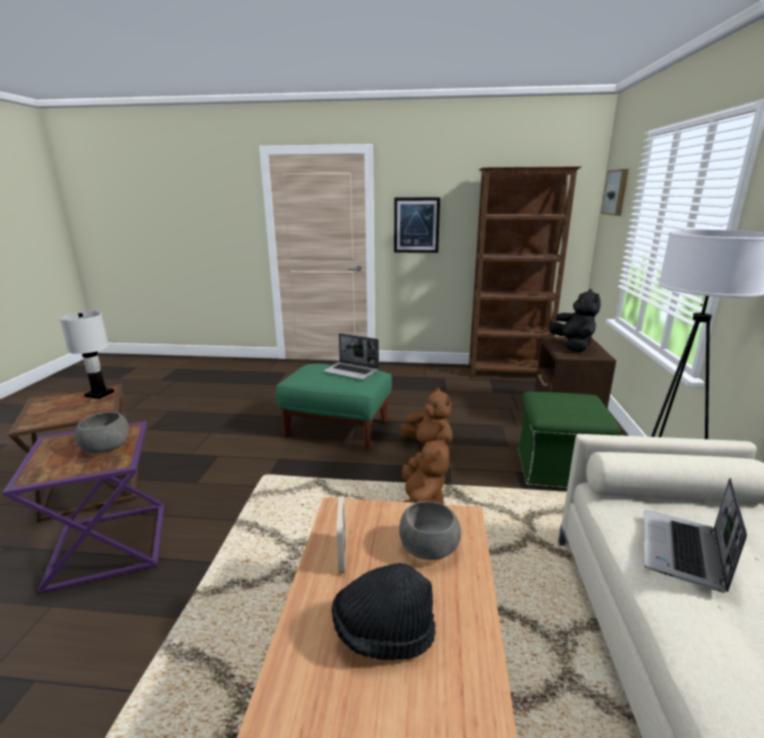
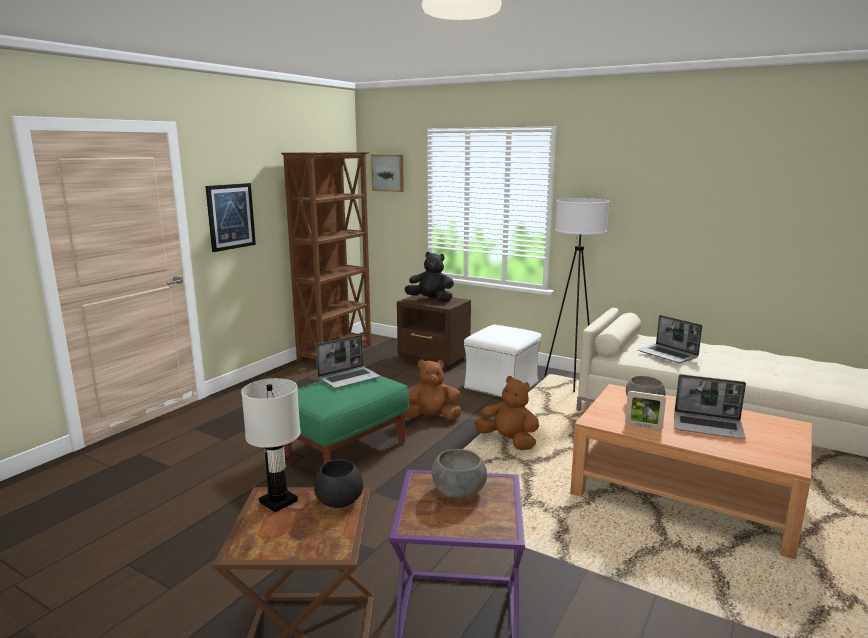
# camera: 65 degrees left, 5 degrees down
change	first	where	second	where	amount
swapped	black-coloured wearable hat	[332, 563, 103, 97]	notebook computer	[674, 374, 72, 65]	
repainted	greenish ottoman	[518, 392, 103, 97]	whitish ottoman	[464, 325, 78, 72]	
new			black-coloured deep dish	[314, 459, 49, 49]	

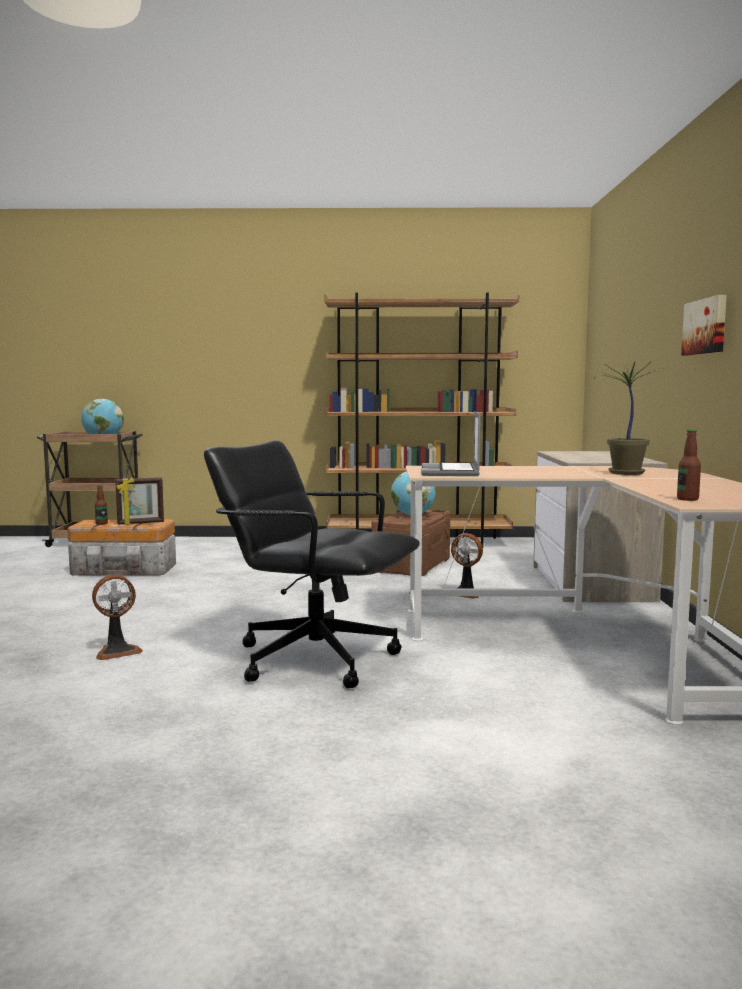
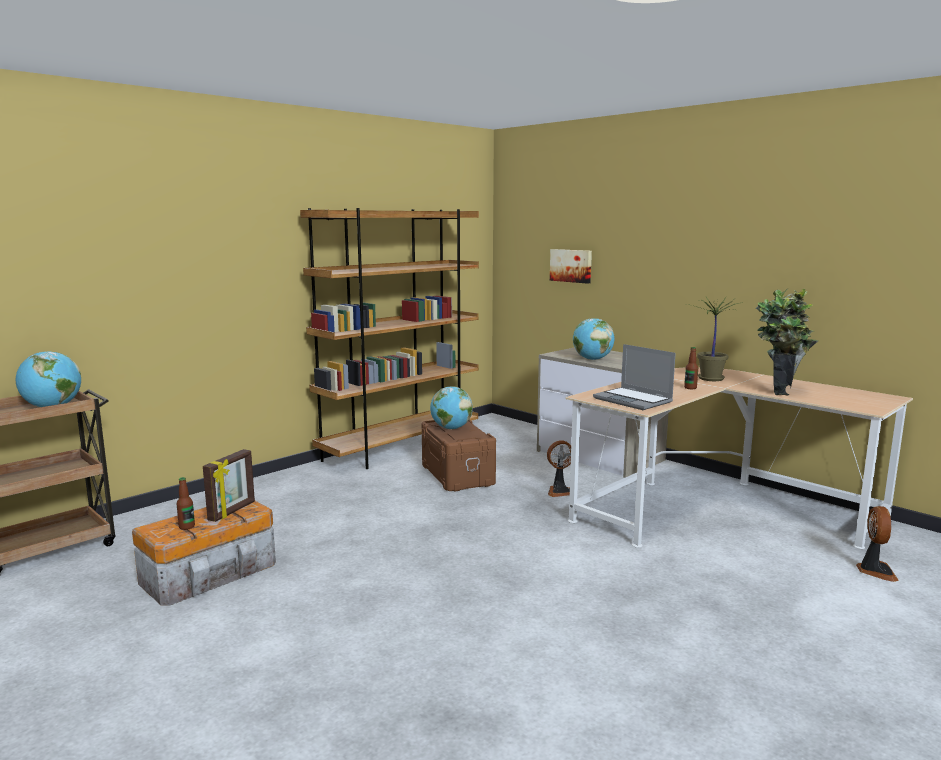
# camera: 45 degrees left, 5 degrees up
change	first	where	second	where	amount
shifted	electric fan	[92, 574, 51, 86]		[856, 506, 43, 76]	
gone	black-coloured office chair	[204, 440, 216, 248]			
shifted	beverage bottle	[677, 429, 24, 72]		[684, 347, 14, 42]	
shifted	wall art	[681, 295, 46, 60]		[550, 249, 42, 35]	
new			world globe	[573, 318, 41, 42]	
new			houseplant	[756, 288, 62, 108]	

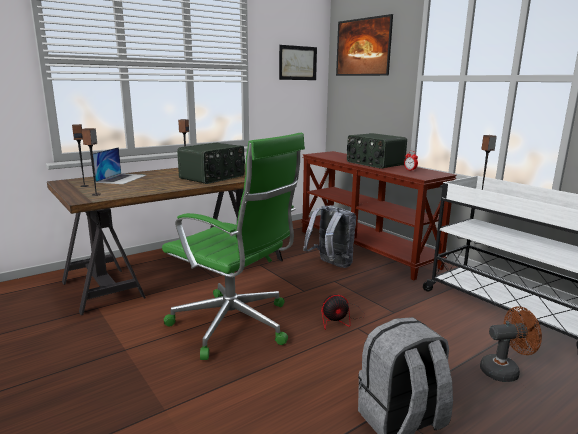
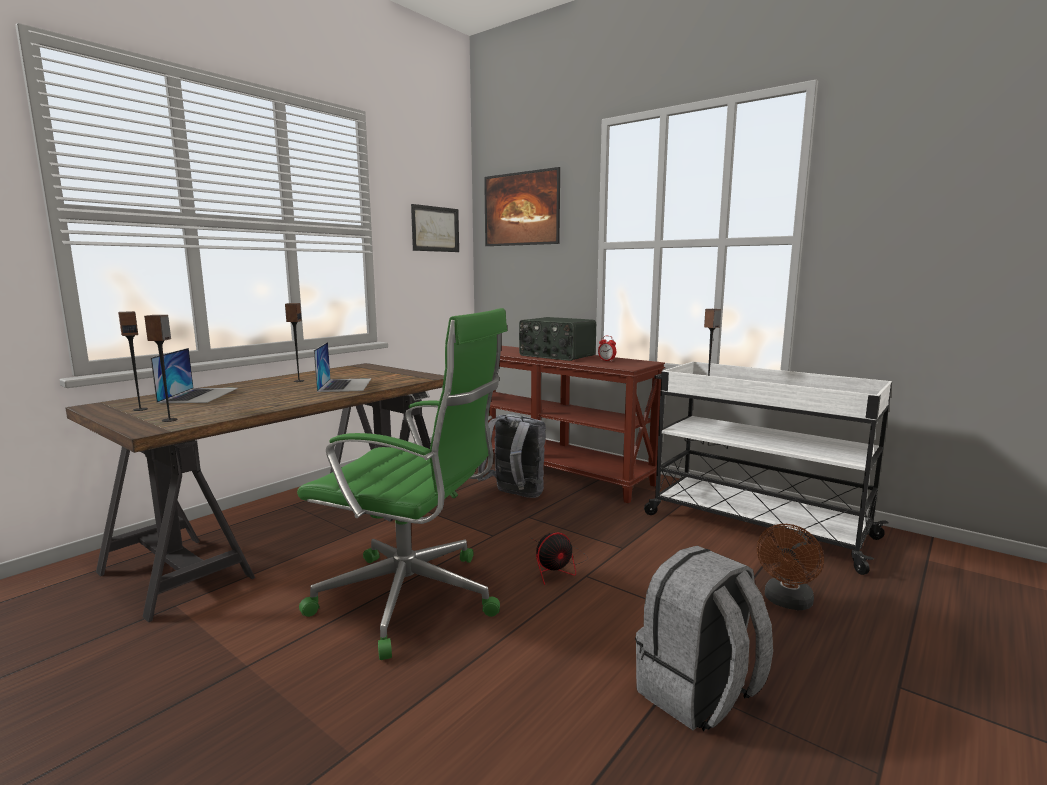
# camera: 15 degrees left, 5 degrees down
change	first	where	second	where	amount
swapped	radio set	[177, 143, 68, 41]	notebook computer	[314, 342, 57, 50]	
rotated	brownish electric fan	[480, 306, 62, 76]		[757, 524, 67, 86]	150 degrees clockwise

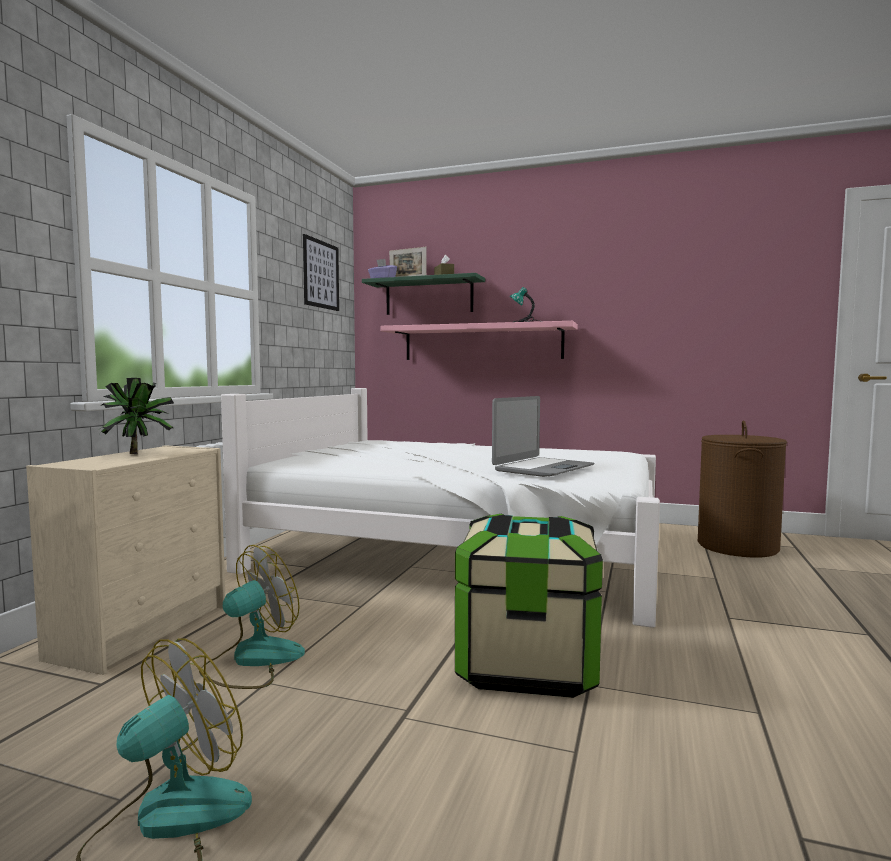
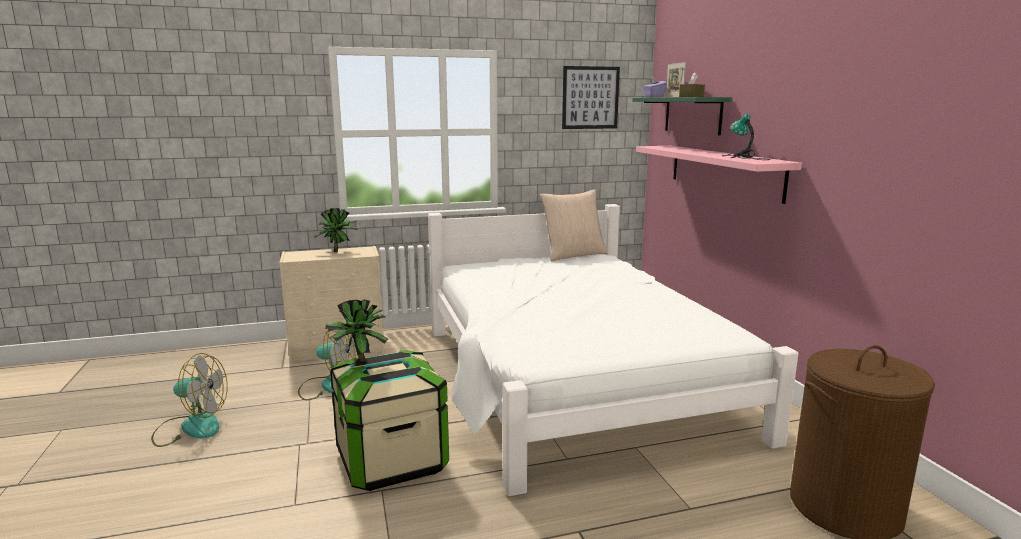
# camera: 55 degrees right, 10 degrees up
change	first	where	second	where	amount
gone	notebook computer	[492, 396, 102, 81]			
new			houseplant	[325, 300, 62, 62]	
new			beige pillow	[540, 189, 68, 73]	

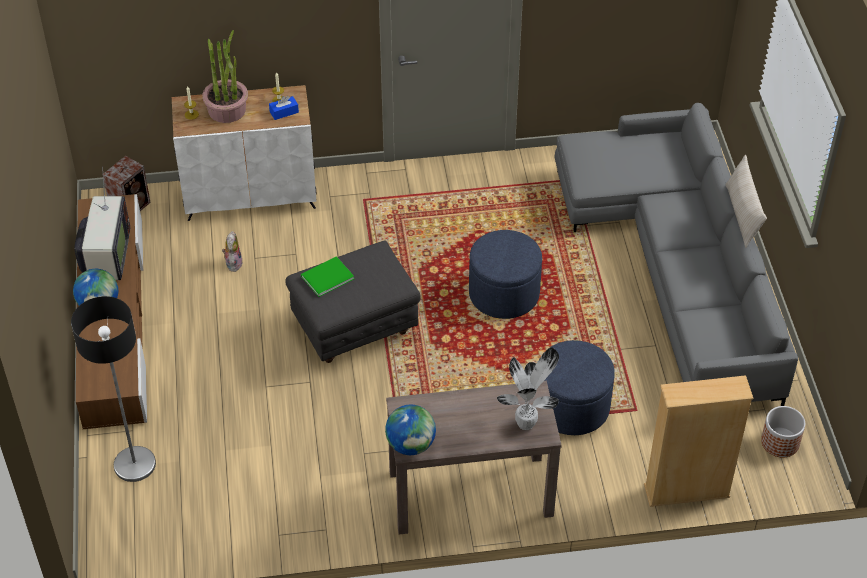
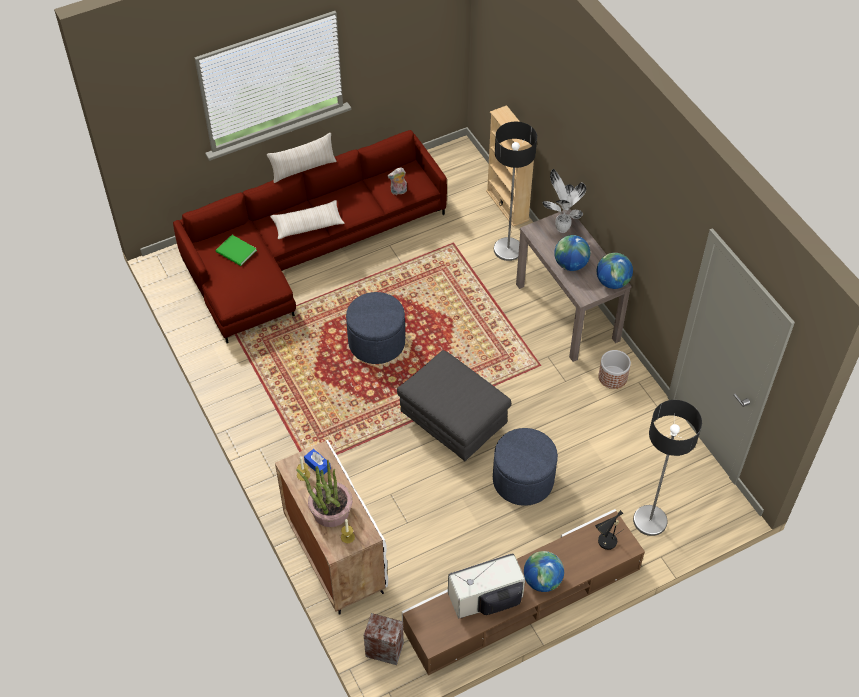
# camera: 110 degrees left, 5 degrees up
change	first	where	second	where	amount
shifted	plush toy	[222, 231, 21, 41]		[388, 167, 19, 28]	
shifted	greenish book	[301, 256, 53, 41]		[216, 235, 41, 31]	
shifted	bluish ottoman	[542, 340, 73, 95]		[493, 428, 65, 78]	
repainted	gray sofa	[555, 103, 243, 303]	red-coloured sofa	[173, 130, 274, 213]	
shifted	plant pot	[761, 406, 44, 51]		[598, 350, 33, 39]	
new			beige pillow	[270, 200, 75, 39]	
new			floor lamp	[494, 122, 43, 139]	
new			world globe	[554, 235, 36, 36]	
new			black-coloured table lamp	[595, 510, 29, 40]	

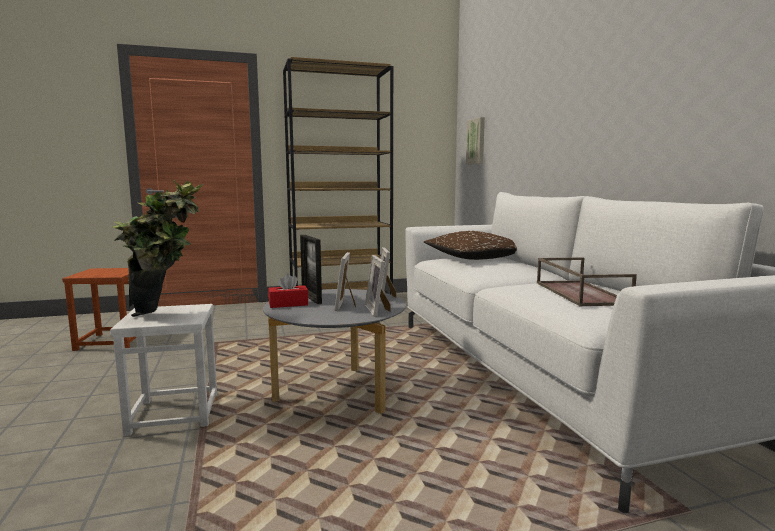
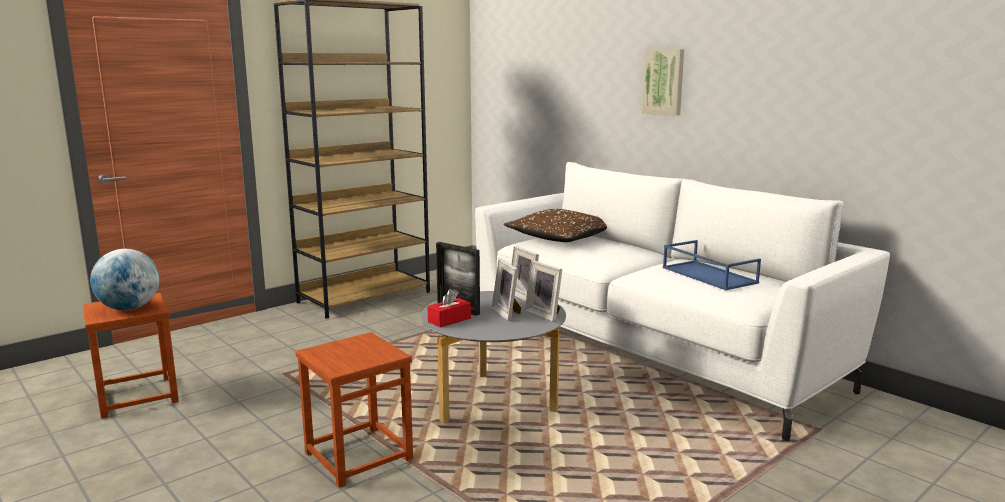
# camera: 25 degrees left, 5 degrees up
change	first	where	second	where	amount
repainted	whitish stool seat	[110, 304, 107, 132]	brownish stool seat	[295, 332, 118, 156]	
gone	houseplant	[113, 180, 90, 137]			
shifted	wall art	[466, 117, 19, 48]		[642, 49, 42, 67]	
repainted	brownish tray	[537, 257, 100, 49]	bluish tray	[663, 240, 98, 50]	
new			world globe	[90, 249, 69, 62]	

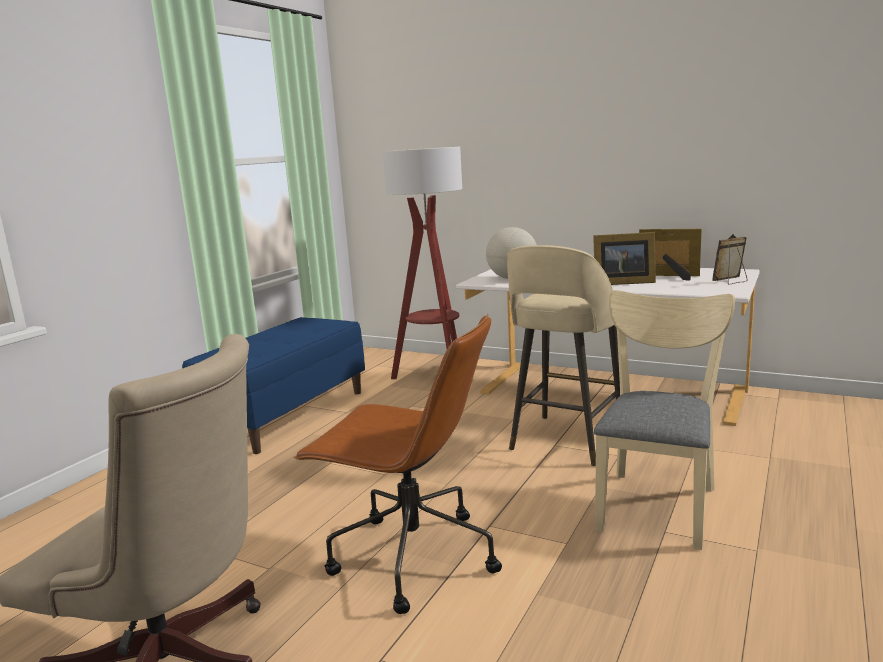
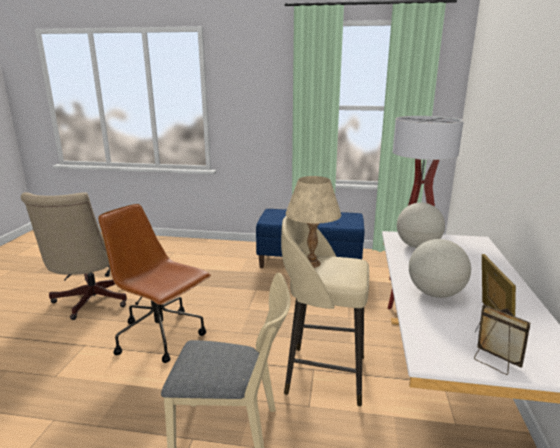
# camera: 70 degrees right, 5 degrees up
change	first	where	second	where	amount
rotated	brownish office chair	[294, 314, 208, 300]		[98, 204, 113, 159]	120 degrees clockwise
swapped	picture frame	[593, 232, 63, 53]	world globe	[409, 239, 62, 59]	
new			beige table lamp	[286, 176, 55, 92]	

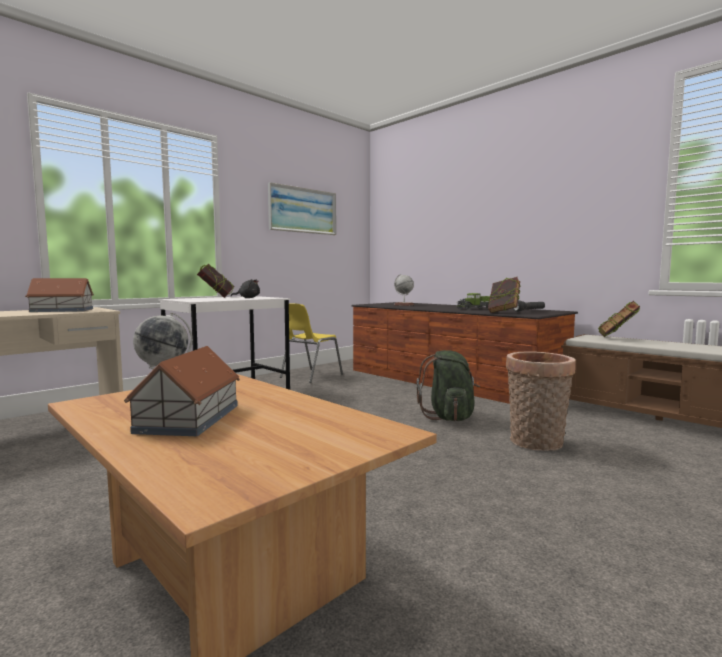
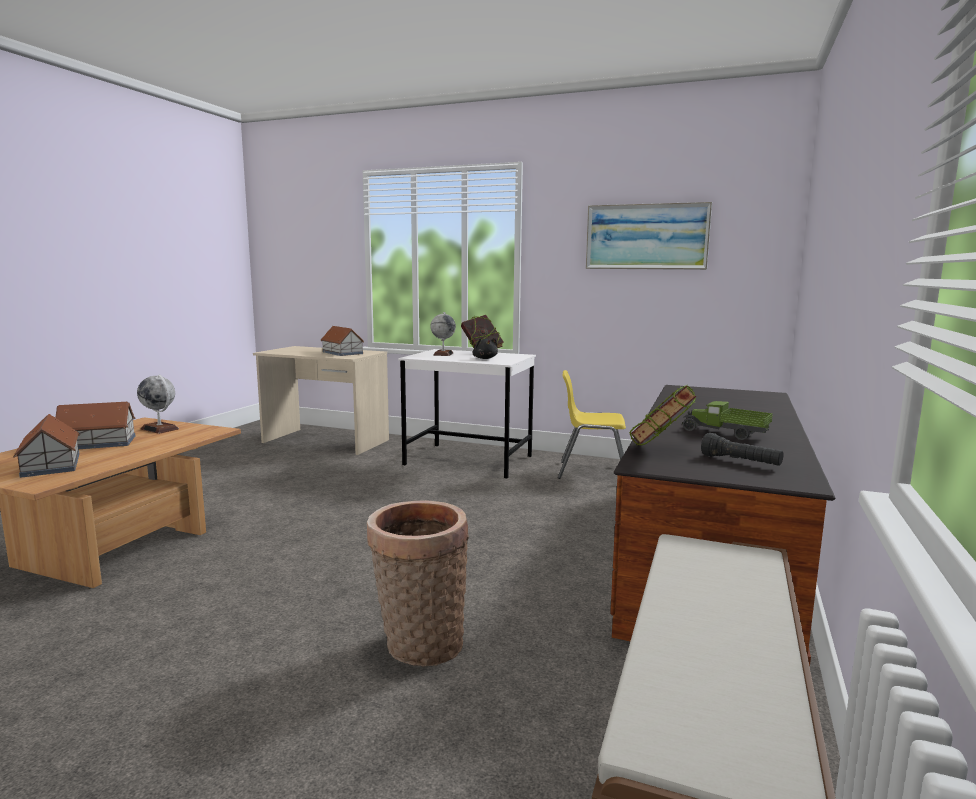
# camera: 65 degrees right, 5 degrees up
change	first	where	second	where	amount
shifted	world globe	[394, 274, 20, 32]		[430, 312, 26, 44]	
gone	greenish rucksack	[417, 350, 63, 71]			
gone	book	[599, 301, 41, 36]			
new			toy house	[13, 414, 67, 64]	

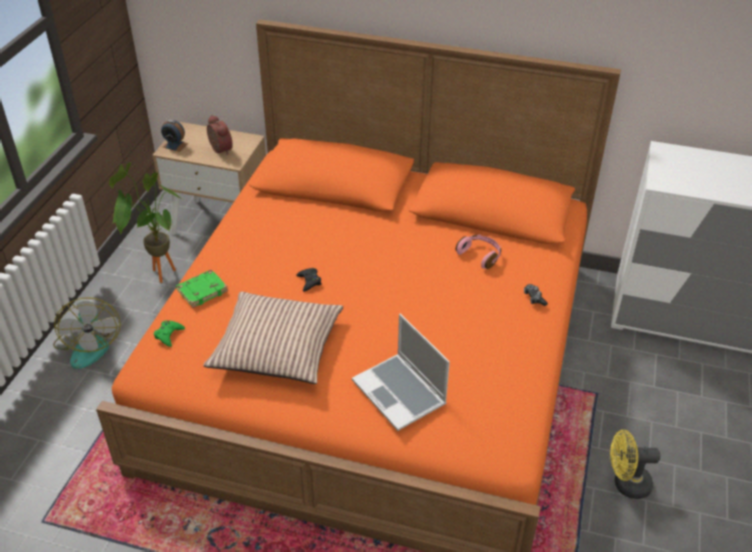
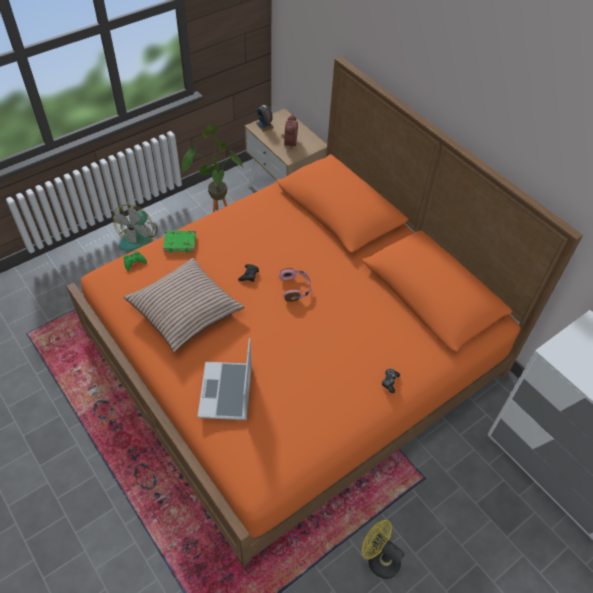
# camera: 35 degrees right, 10 degrees up
change	first	where	second	where	amount
shifted	pink-coloured headset	[456, 235, 45, 34]		[279, 268, 32, 34]	

